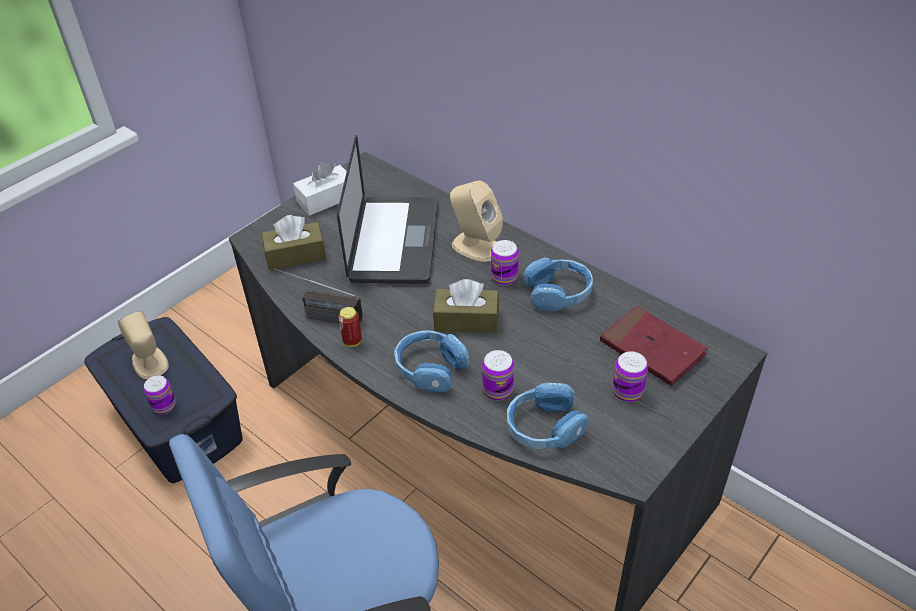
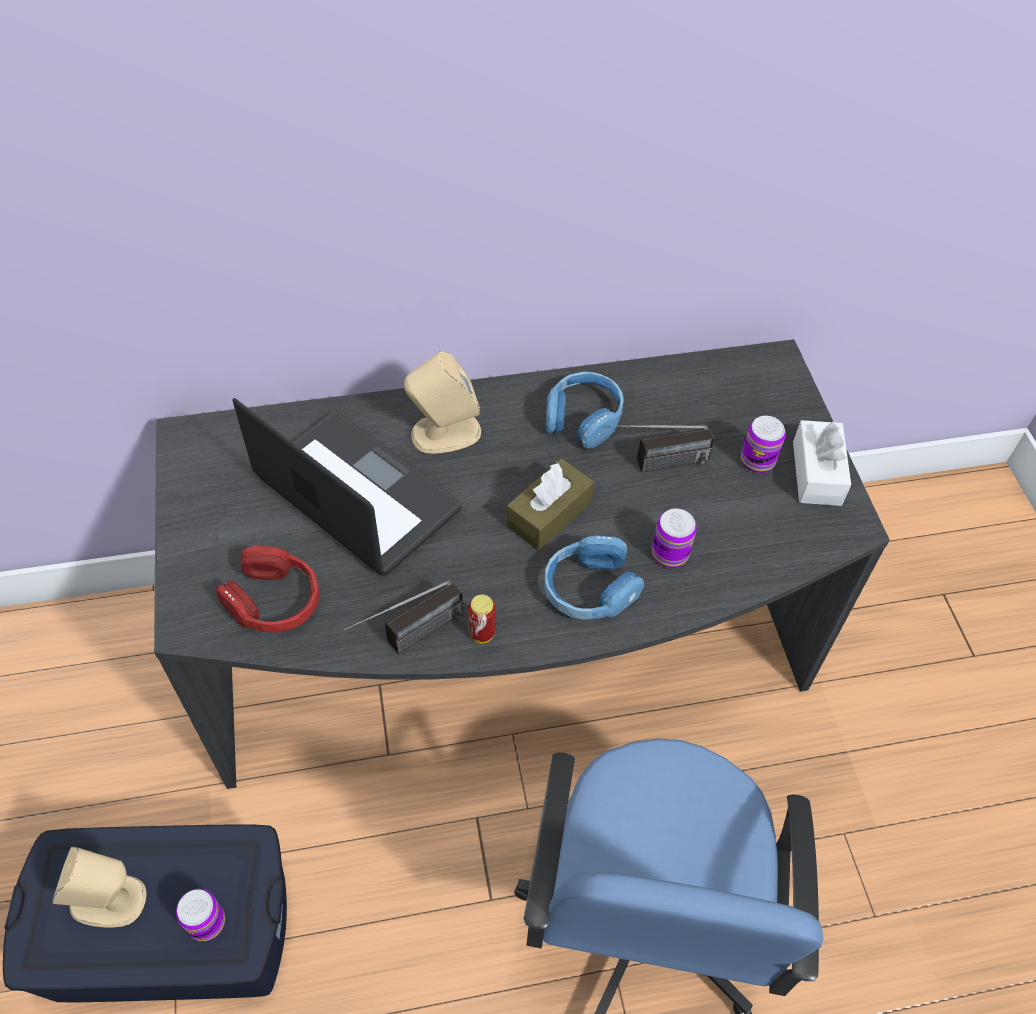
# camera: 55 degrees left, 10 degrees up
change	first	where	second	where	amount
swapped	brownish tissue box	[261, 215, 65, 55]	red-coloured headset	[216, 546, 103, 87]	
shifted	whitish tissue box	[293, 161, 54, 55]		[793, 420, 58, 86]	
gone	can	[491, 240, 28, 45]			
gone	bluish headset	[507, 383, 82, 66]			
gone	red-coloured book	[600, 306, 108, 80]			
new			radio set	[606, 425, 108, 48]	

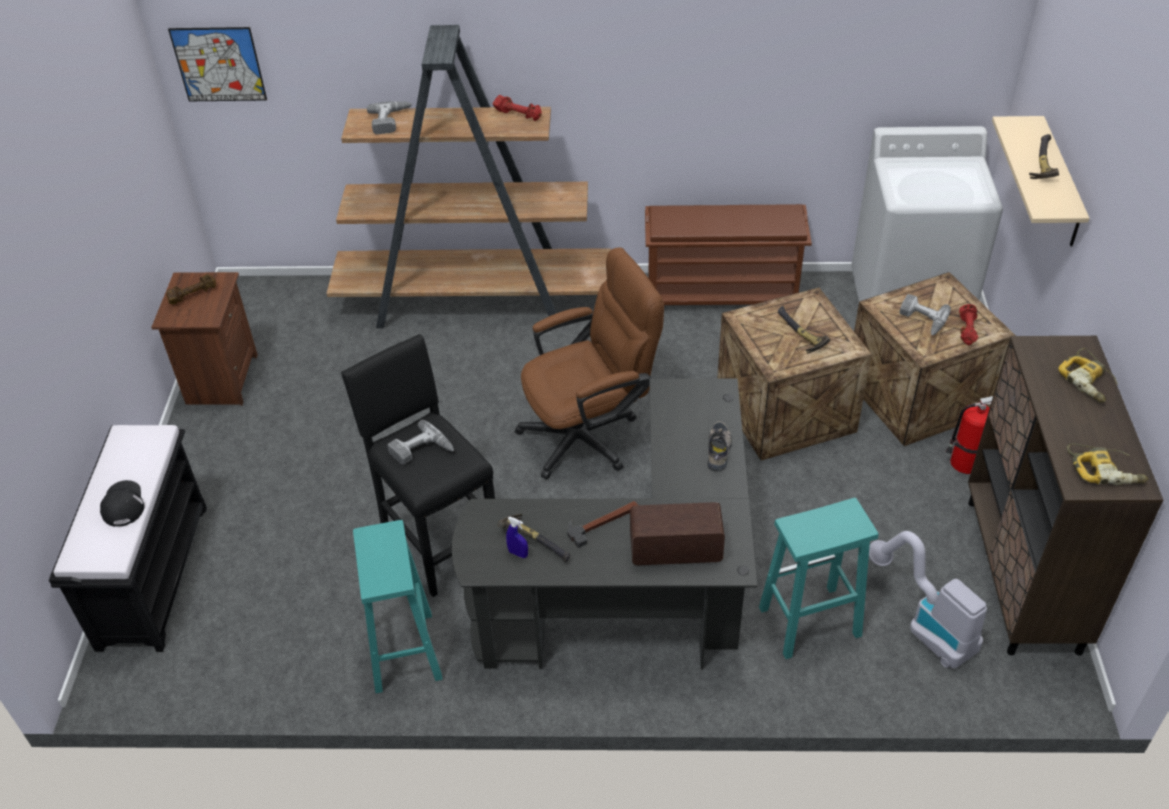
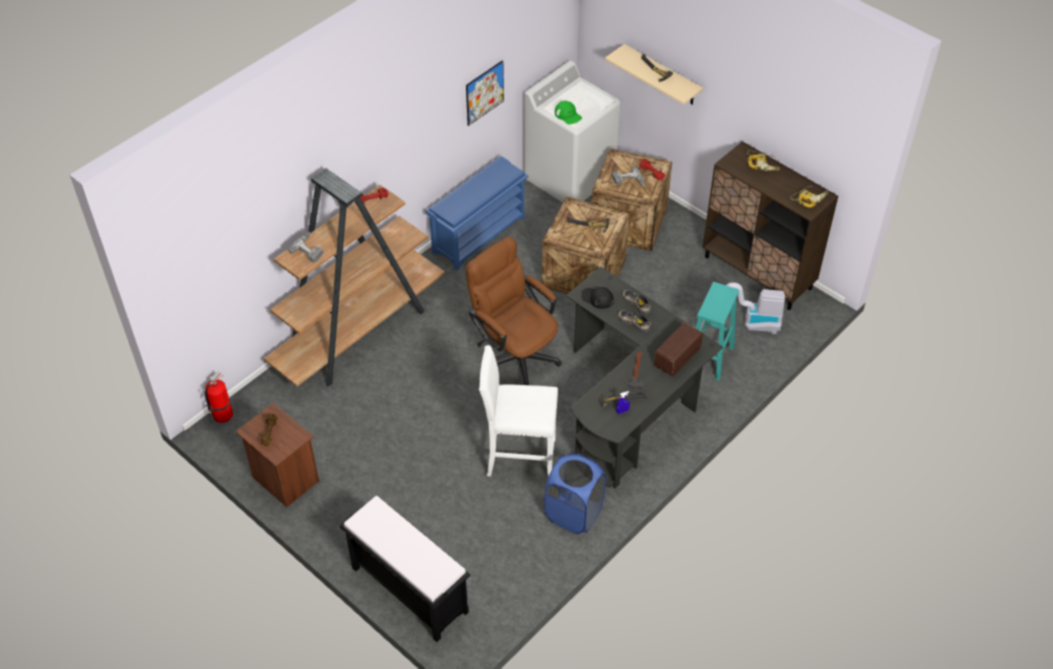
# camera: 50 degrees left, 5 degrees up
change	first	where	second	where	amount
shifted	black-coloured cap	[100, 480, 44, 47]		[581, 287, 33, 22]	
shifted	wall art	[168, 27, 99, 74]		[466, 60, 38, 66]	
repainted	black-coloured stool seat	[341, 334, 154, 263]	whitish stool seat	[479, 345, 79, 132]	
swapped	turquoise-coloured stool seat	[353, 520, 90, 173]	bluish hamper	[545, 453, 61, 81]	
gone	drill	[387, 420, 67, 45]			
rotated	brownish office chair	[515, 247, 149, 232]		[466, 236, 96, 149]	60 degrees counterclockwise
repainted	brownish shoe rack	[645, 204, 167, 101]	bluish shoe rack	[426, 156, 102, 114]	
shifted	fire extinguisher	[946, 396, 47, 78]		[205, 371, 28, 52]	
new			greenish cap	[555, 101, 27, 23]	
new			low shoe	[618, 310, 33, 23]	

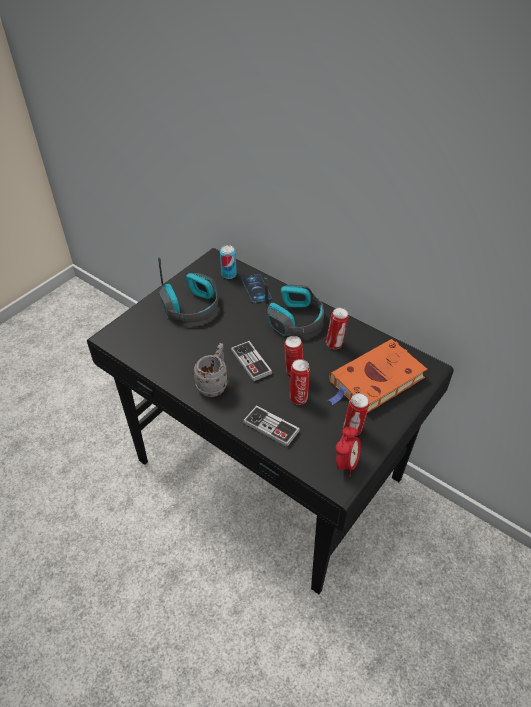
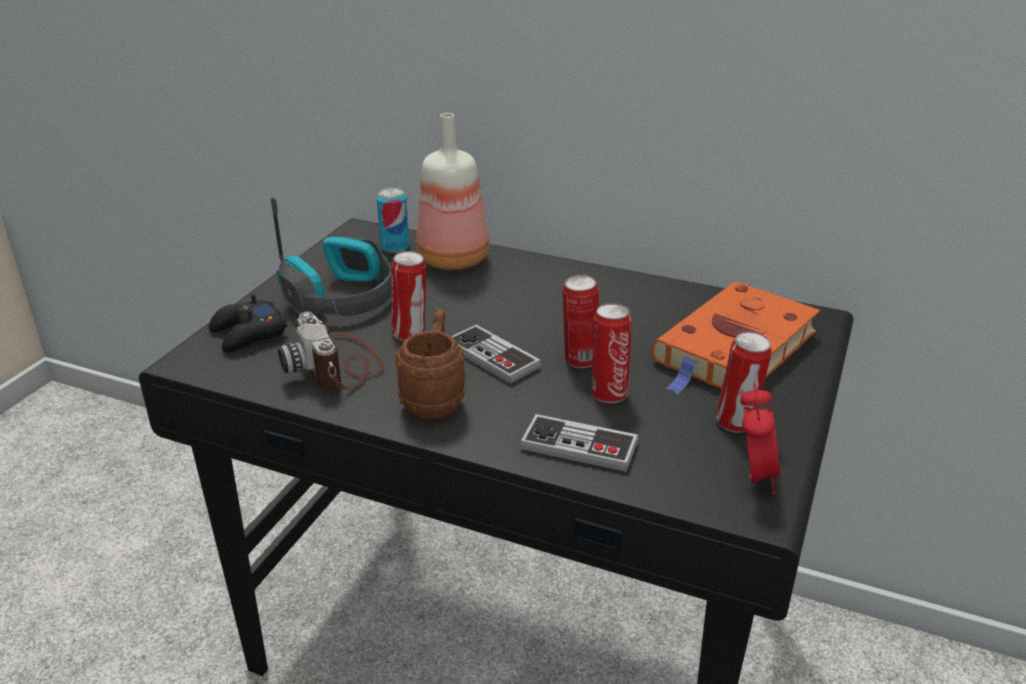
# camera: 15 degrees left, 15 degrees down
change	first	where	second	where	amount
repainted	gray coffee mug	[193, 343, 35, 54]	brownish coffee mug	[395, 309, 70, 110]	
swapped	telephone	[242, 274, 30, 29]	beverage bottle	[416, 113, 73, 157]	
gone	headset	[264, 278, 60, 58]			
shifted	can	[326, 308, 23, 41]		[391, 251, 35, 90]	
new			black-coloured gamepad	[209, 294, 78, 59]	
new			photo camera	[278, 311, 106, 79]	

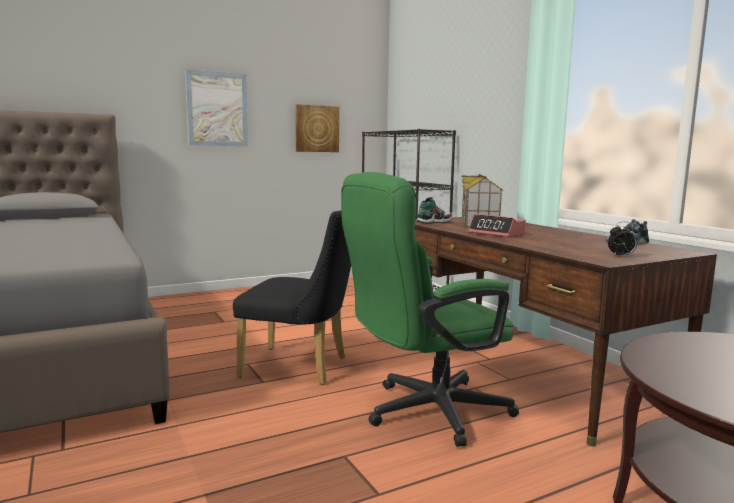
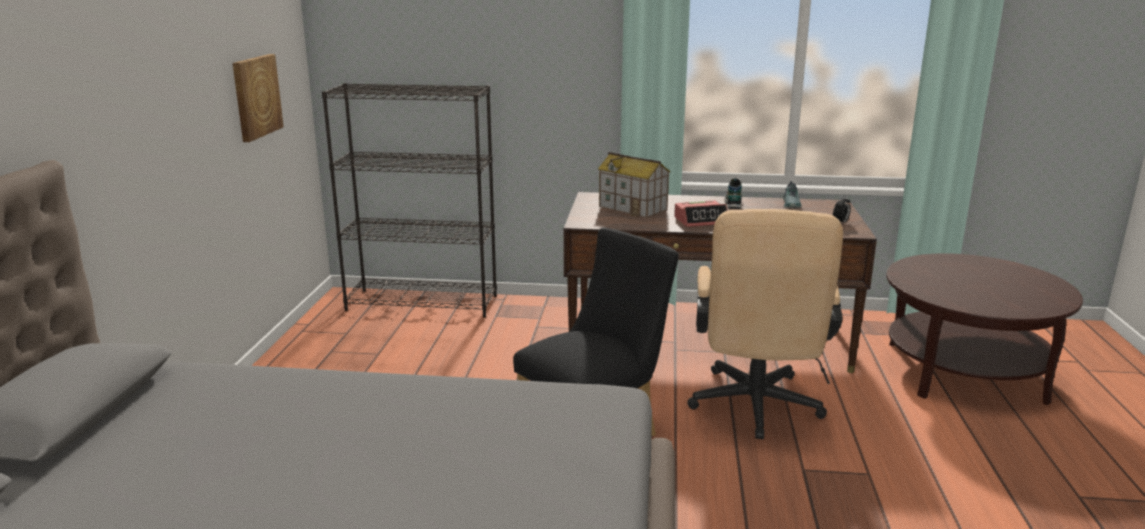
# camera: 55 degrees left, 10 degrees up
change	first	where	second	where	amount
gone	wall art	[185, 69, 63, 77]			
repainted	greenish office chair	[341, 172, 178, 275]	beige office chair	[687, 209, 156, 230]	
shifted	low shoe	[417, 197, 35, 27]		[725, 178, 17, 31]	

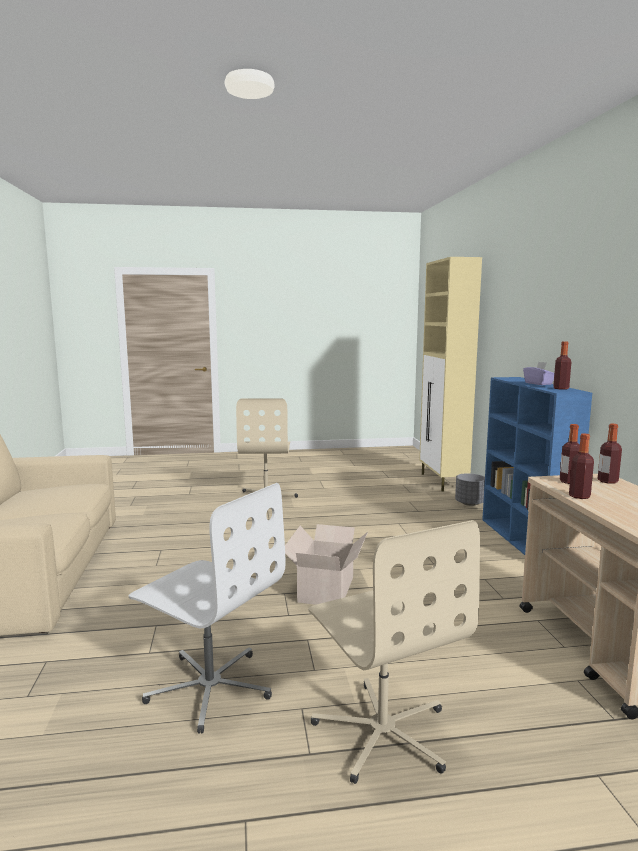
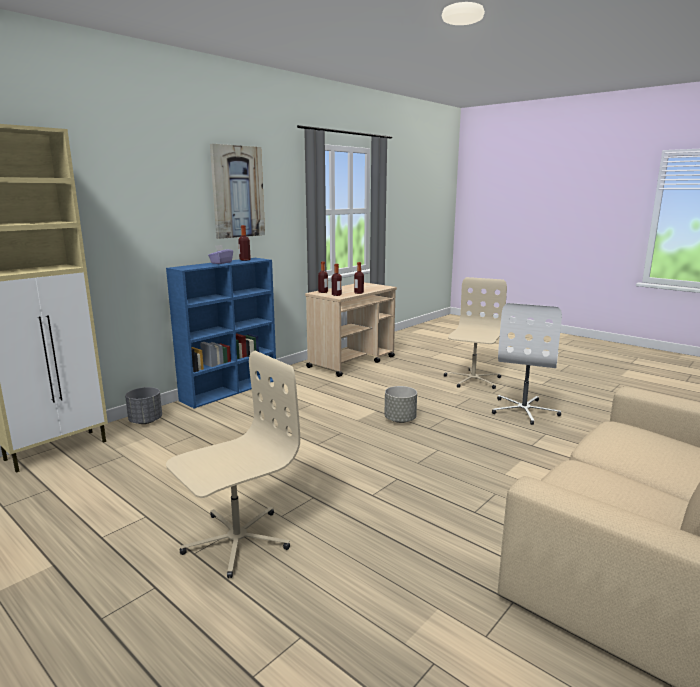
# camera: 130 degrees left, 5 degrees up
change	first	where	second	where	amount
rotated	whitish office chair	[128, 483, 158, 251]		[492, 303, 70, 122]	150 degrees counterclockwise
swapped	carton	[285, 524, 83, 81]	gray plant pot	[384, 386, 33, 37]	
new			wall art	[210, 144, 55, 95]	

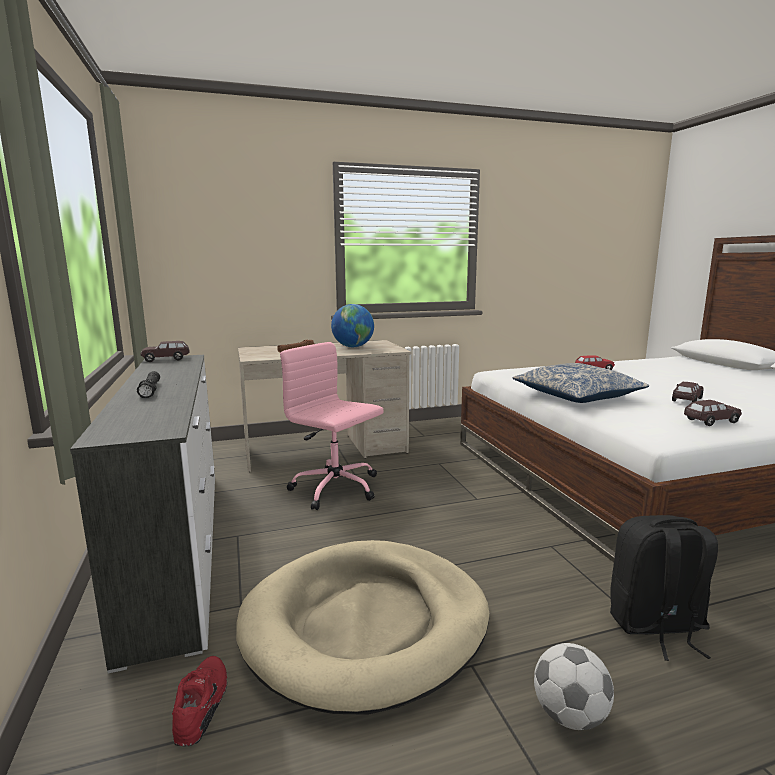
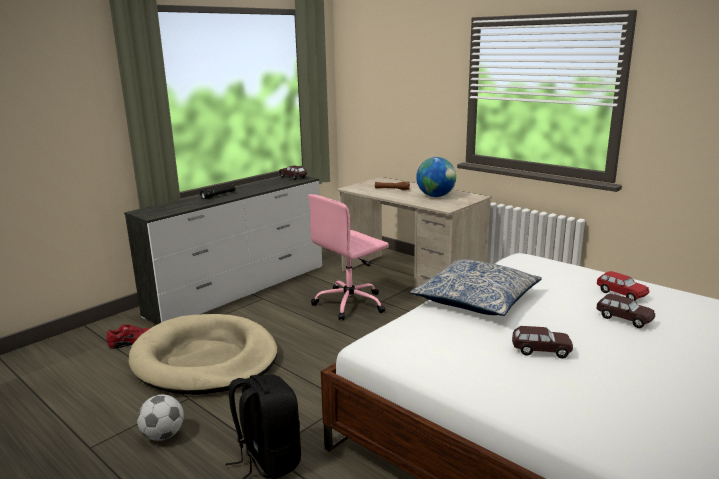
# camera: 60 degrees right, 5 degrees up
change	first	where	second	where	amount
rotated	pink-coloured office chair	[280, 342, 104, 168]		[308, 194, 81, 126]	135 degrees counterclockwise
shifted	brownish toy car	[684, 400, 58, 26]		[596, 294, 59, 34]	

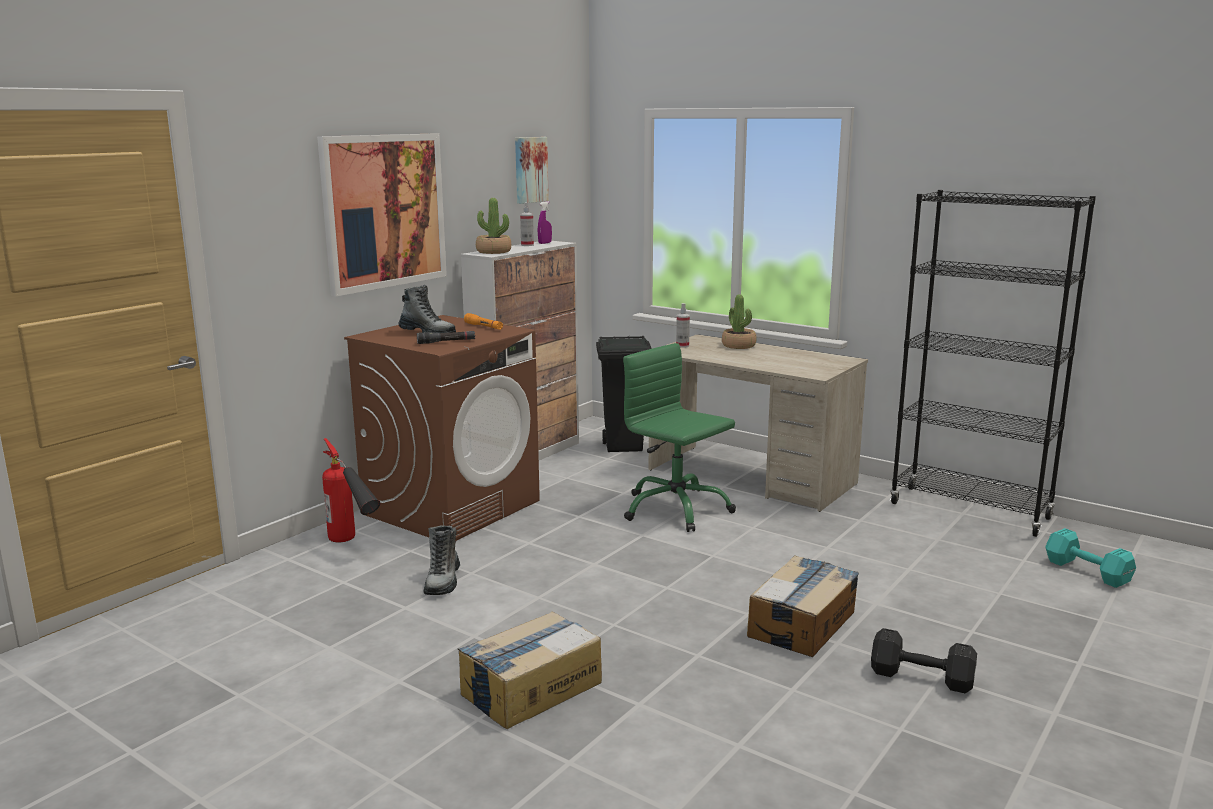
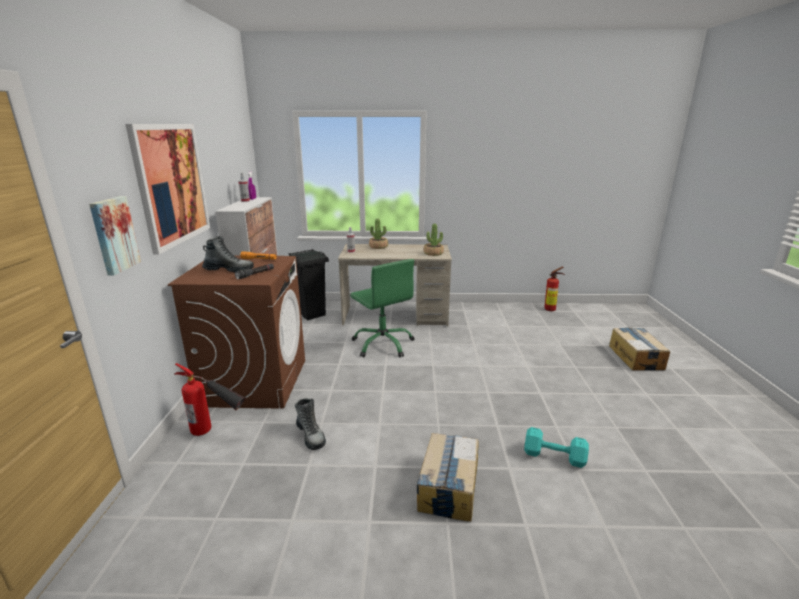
# camera: 35 degrees left, 5 degrees up
change	first	where	second	where	amount
shifted	houseplant	[476, 198, 35, 56]		[424, 224, 20, 32]	
shifted	wall art	[515, 137, 34, 67]		[89, 196, 52, 79]	
rotated	greenish office chair	[623, 343, 113, 189]		[350, 259, 65, 98]	135 degrees counterclockwise
shifted	carton	[747, 555, 112, 102]		[609, 327, 61, 44]	
gone	black-coloured dumbbell	[871, 628, 106, 65]			
gone	black-coloured bookcase	[890, 190, 206, 347]			
shifted	turquoise-coloured dumbbell	[1045, 528, 91, 60]		[524, 427, 65, 41]	
new			fire extinguisher	[544, 266, 21, 45]	

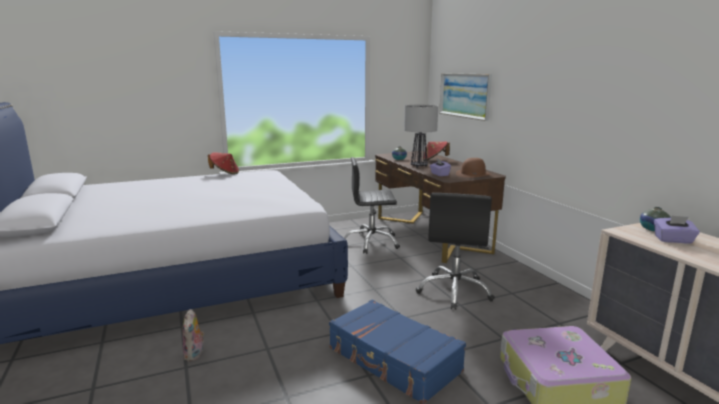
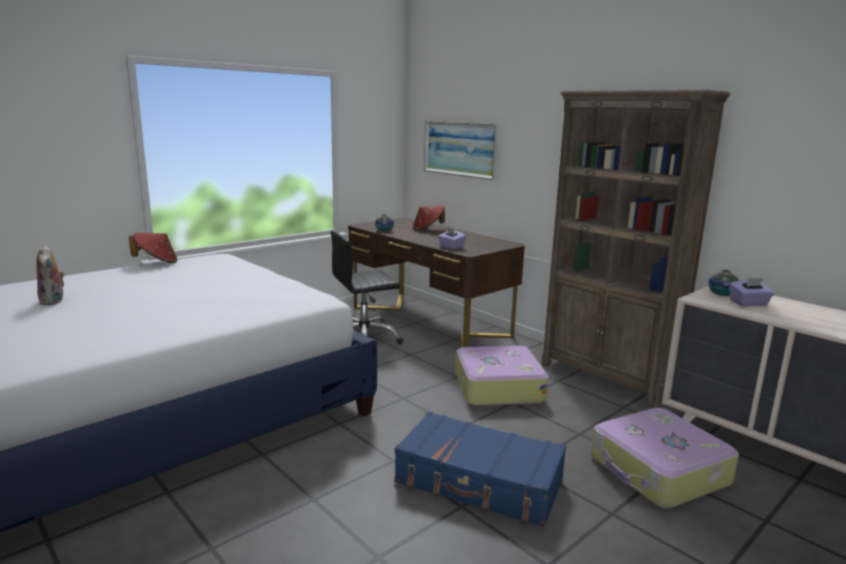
# camera: 20 degrees left, 0 degrees up
change	first	where	second	where	amount
shifted	plush toy	[182, 309, 23, 52]		[36, 245, 29, 60]	
gone	table lamp	[404, 105, 34, 63]			
swapped	black-coloured office chair	[416, 193, 79, 117]	piece of luggage	[455, 346, 94, 60]	
gone	brownish wearable hat	[456, 158, 35, 20]			
new			brownish bookcase	[542, 89, 189, 319]	

